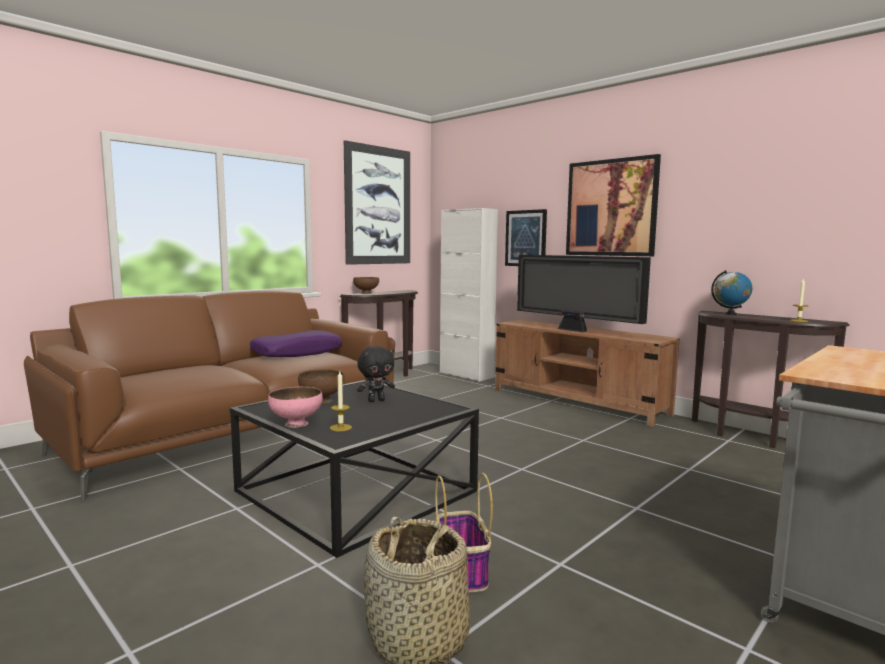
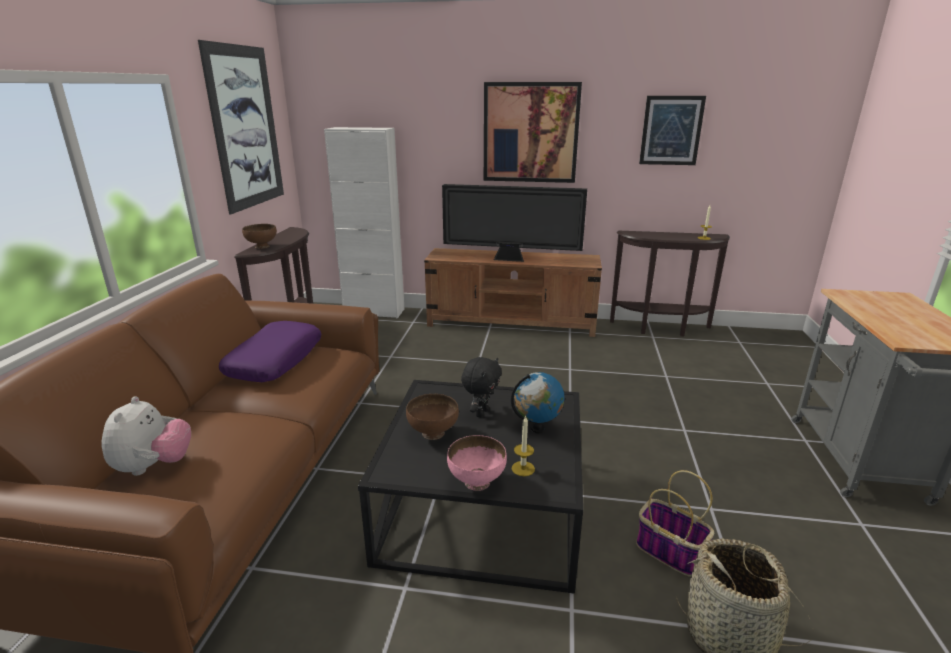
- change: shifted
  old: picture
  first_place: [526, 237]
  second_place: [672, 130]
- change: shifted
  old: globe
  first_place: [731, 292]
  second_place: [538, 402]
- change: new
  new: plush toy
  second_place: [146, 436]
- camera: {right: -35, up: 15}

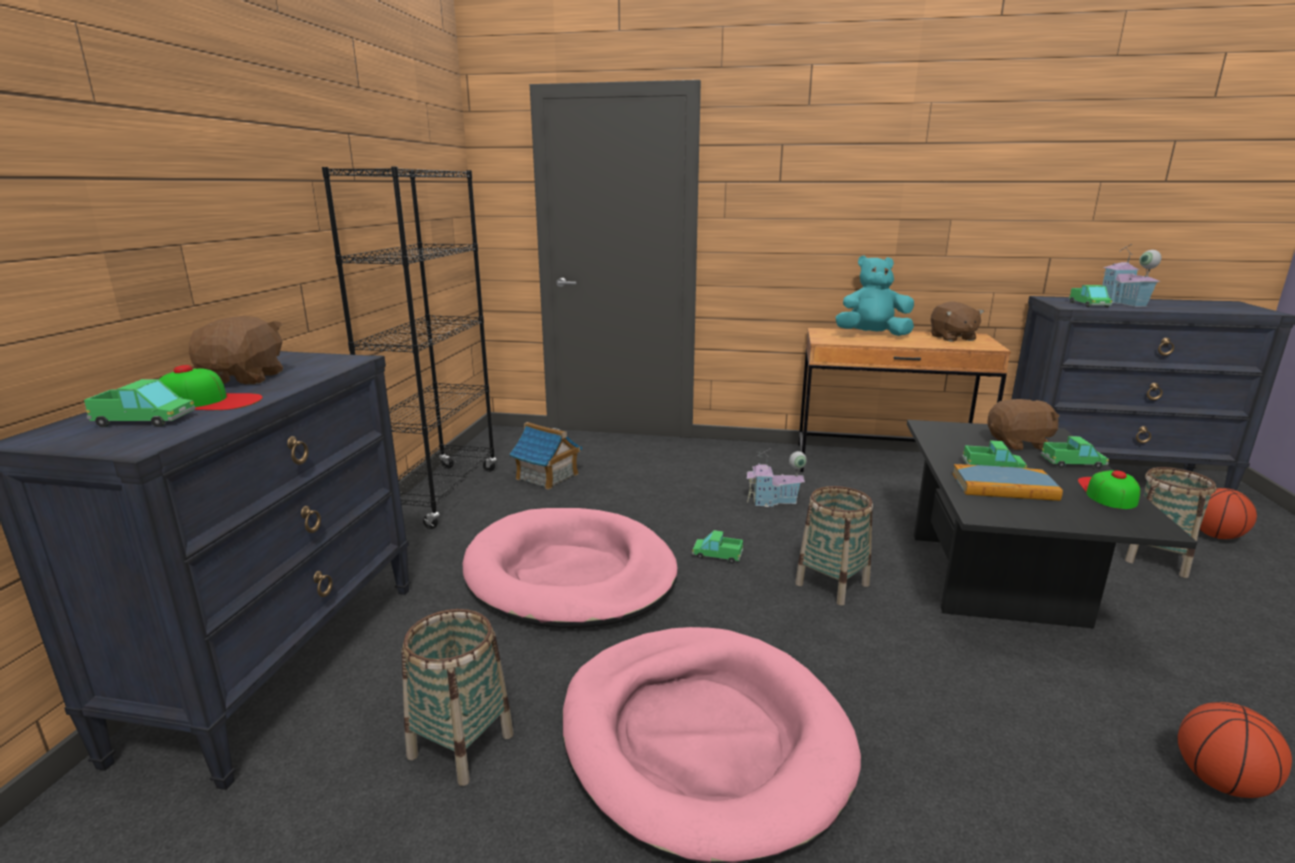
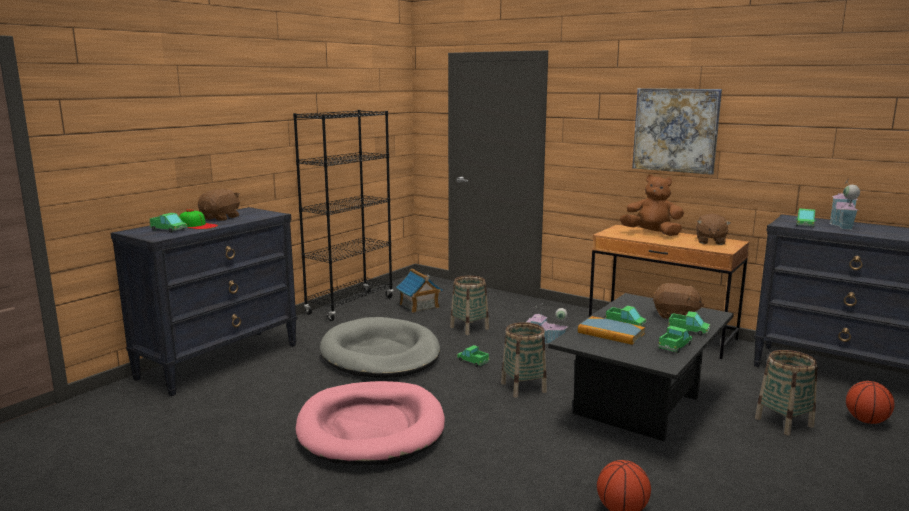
- change: repainted
  old: turquoise plush toy
  new: brown plush toy
  first_place: [874, 296]
  second_place: [652, 205]
- change: swapped
  old: cap
  new: toy truck
  first_place: [1109, 489]
  second_place: [675, 339]
- change: repainted
  old: pink dog bed
  new: grey dog bed
  first_place: [570, 568]
  second_place: [380, 347]
- change: shifted
  old: basket
  first_place: [457, 697]
  second_place: [469, 305]
- change: new
  new: picture
  second_place: [677, 131]
- camera: {right: 25, up: -5}

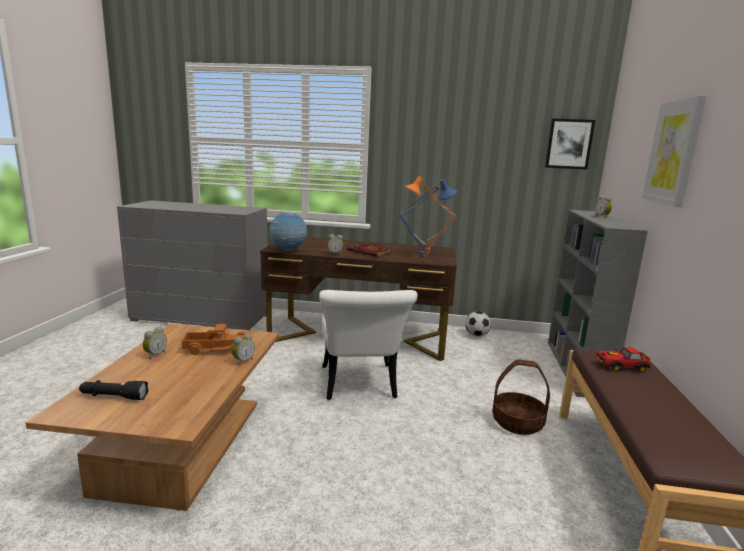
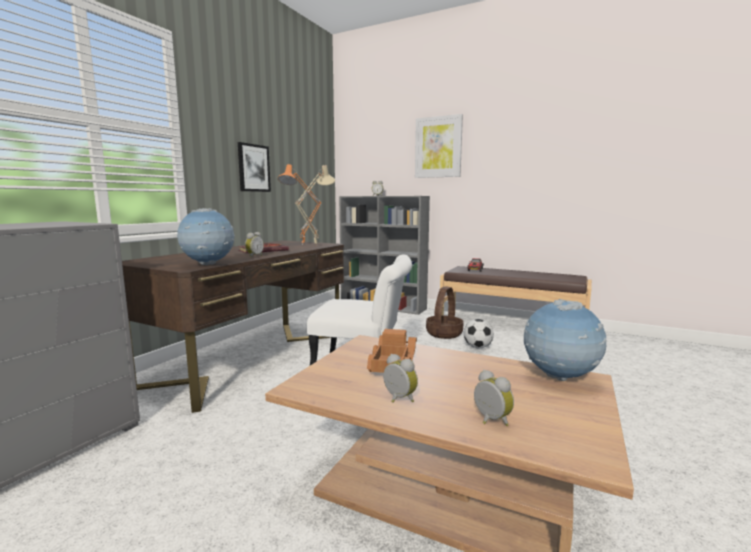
- change: shifted
  old: picture
  first_place: [570, 144]
  second_place: [254, 167]
- change: repainted
  old: blue table lamp
  new: beige table lamp
  first_place: [427, 219]
  second_place: [315, 205]
- change: shifted
  old: football
  first_place: [478, 324]
  second_place: [479, 333]
- change: shifted
  old: alarm clock
  first_place: [243, 349]
  second_place: [494, 398]
- change: gone
  old: black flashlight
  first_place: [114, 390]
- change: new
  new: globe
  second_place: [565, 340]
- camera: {right: -70, up: -5}

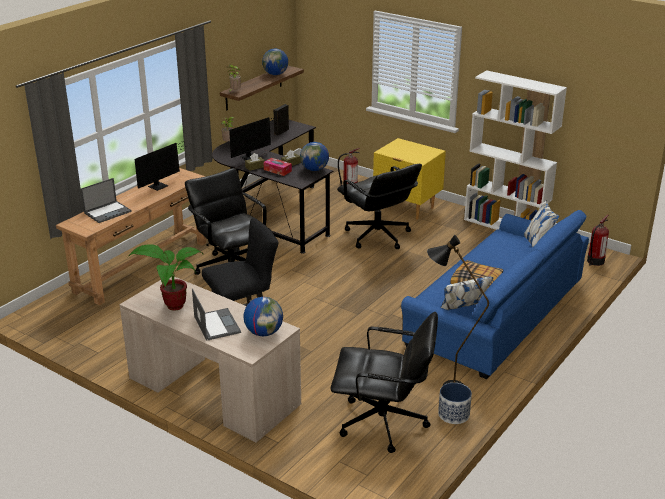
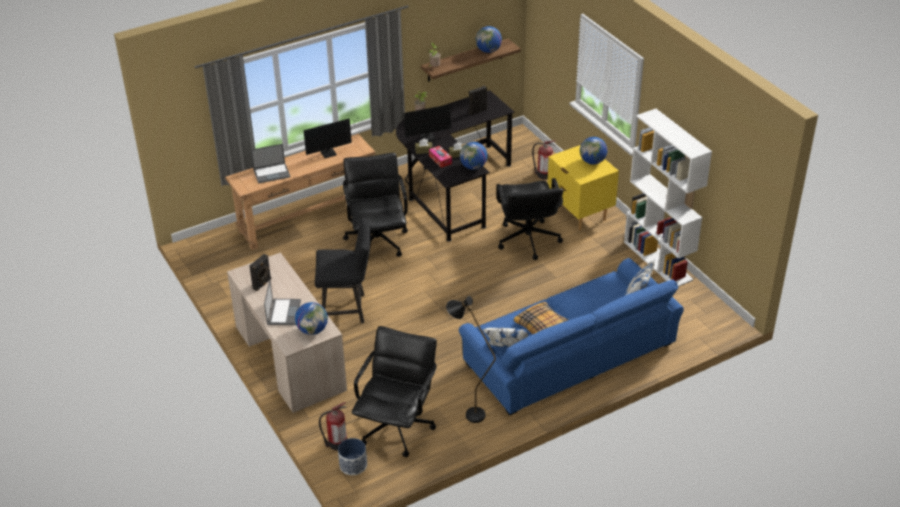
- change: shifted
  old: fire extinguisher
  first_place: [598, 240]
  second_place: [333, 426]
- change: swapped
  old: potted plant
  new: black speaker
  first_place: [165, 277]
  second_place: [260, 272]
- change: rotated
  old: black office chair
  first_place: [384, 382]
  second_place: [394, 391]
  degrees: -105
- change: shifted
  old: planter
  first_place: [455, 403]
  second_place: [352, 456]
- change: new
  new: globe
  second_place: [593, 150]
- camera: {right: 25, up: 10}

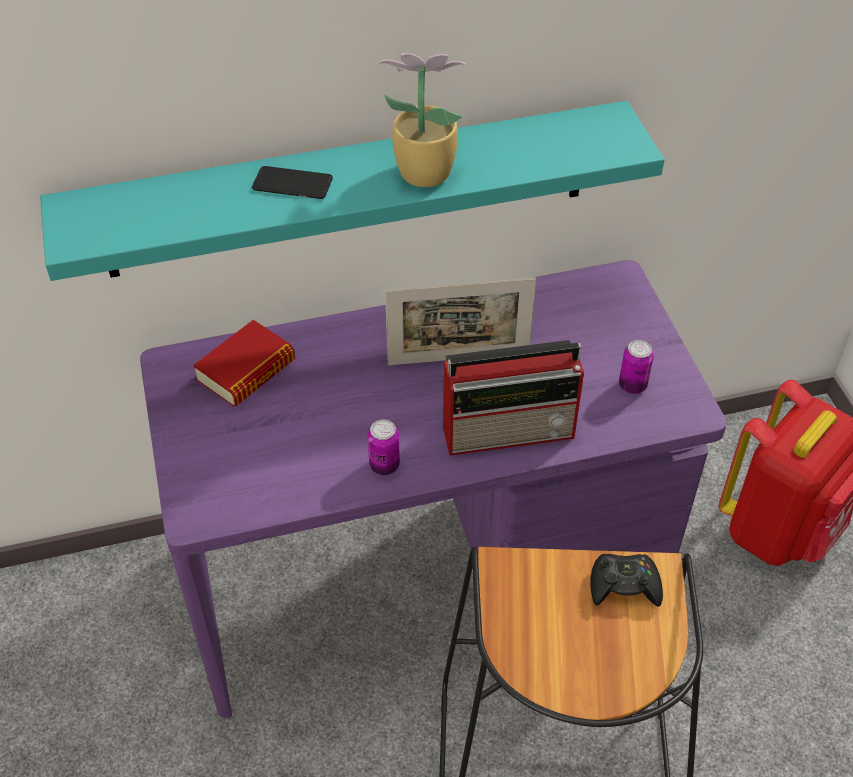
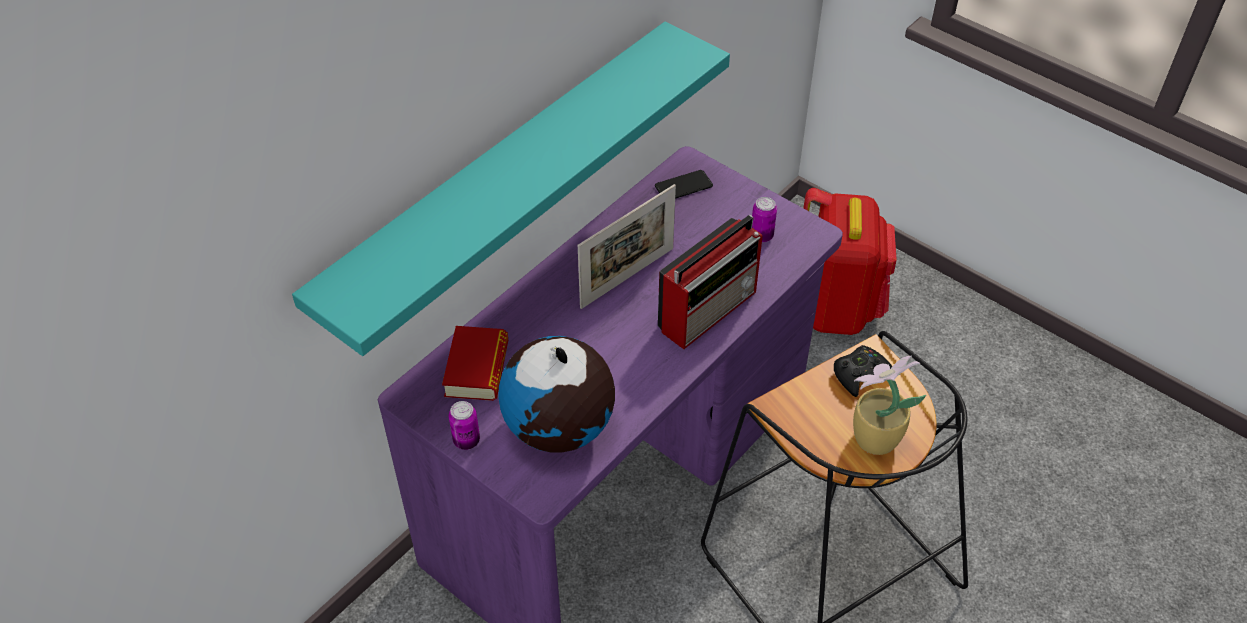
- change: shifted
  old: potted plant
  first_place: [422, 120]
  second_place: [889, 405]
- change: shifted
  old: phone
  first_place: [292, 182]
  second_place: [684, 184]
- change: shifted
  old: can
  first_place: [384, 447]
  second_place: [464, 425]
- change: new
  new: globe
  second_place: [556, 394]
- camera: {right: -35, up: 0}

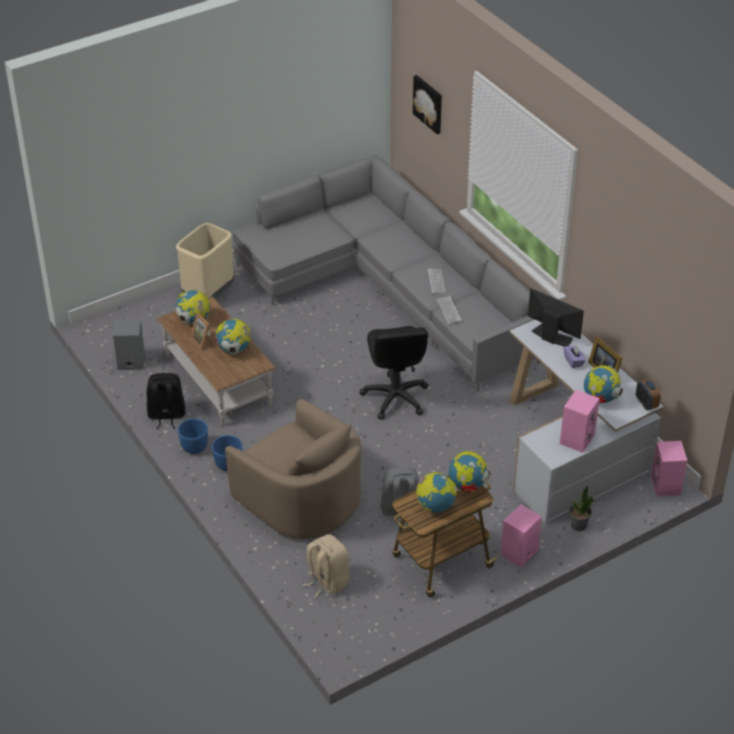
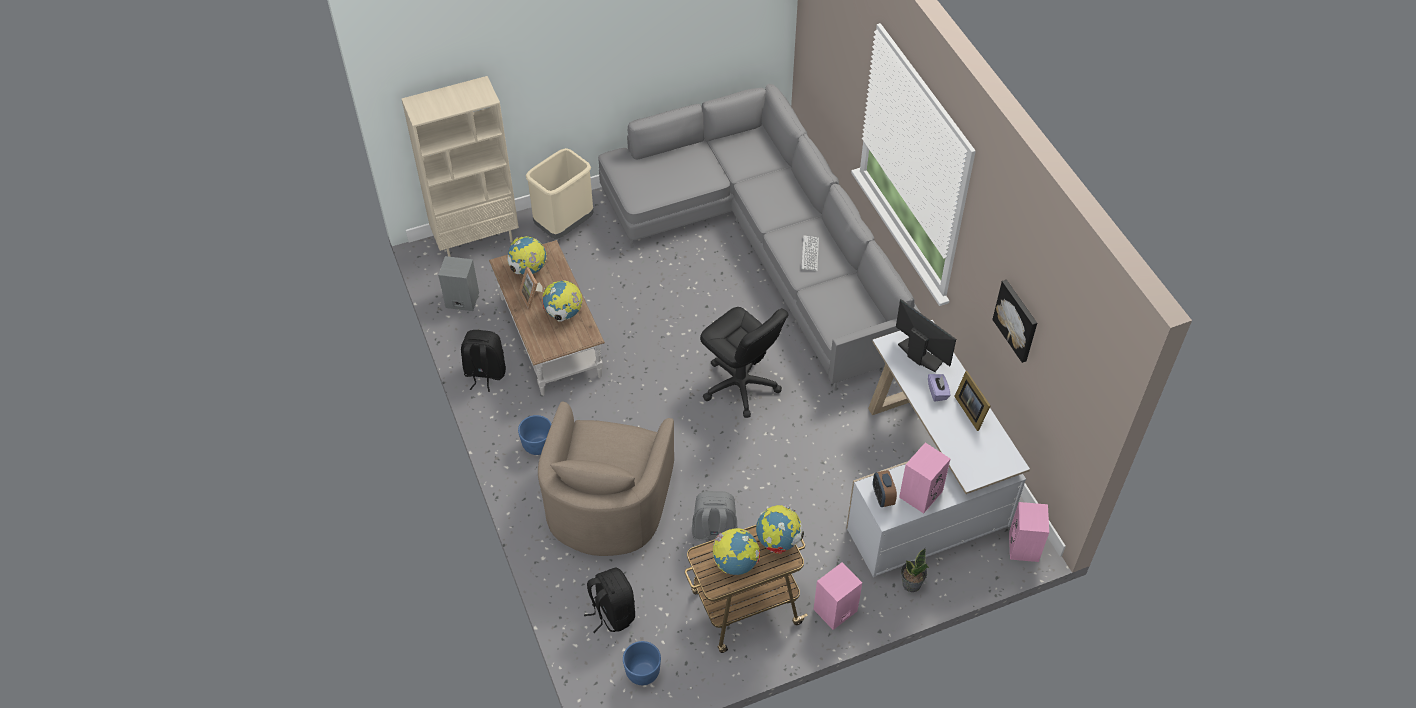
- change: shifted
  old: picture
  first_place: [427, 104]
  second_place: [1014, 321]
- change: gone
  old: keyboard
  first_place: [449, 310]
- change: rotated
  old: black office chair
  first_place: [394, 373]
  second_place: [744, 362]
  degrees: -45
- change: gone
  old: globe
  first_place: [603, 384]
- change: shifted
  old: alarm clock
  first_place: [648, 394]
  second_place: [885, 488]
- change: rotated
  old: beige armchair
  first_place: [293, 469]
  second_place: [606, 479]
  degrees: 45
- change: shifted
  old: blue planter
  first_place: [193, 436]
  second_place: [642, 663]
- change: repainted
  old: beige backpack
  new: black backpack
  first_place: [326, 566]
  second_place: [609, 600]
- change: new
  new: beige bookcase
  second_place: [460, 166]
- camera: {right: 10, up: 10}

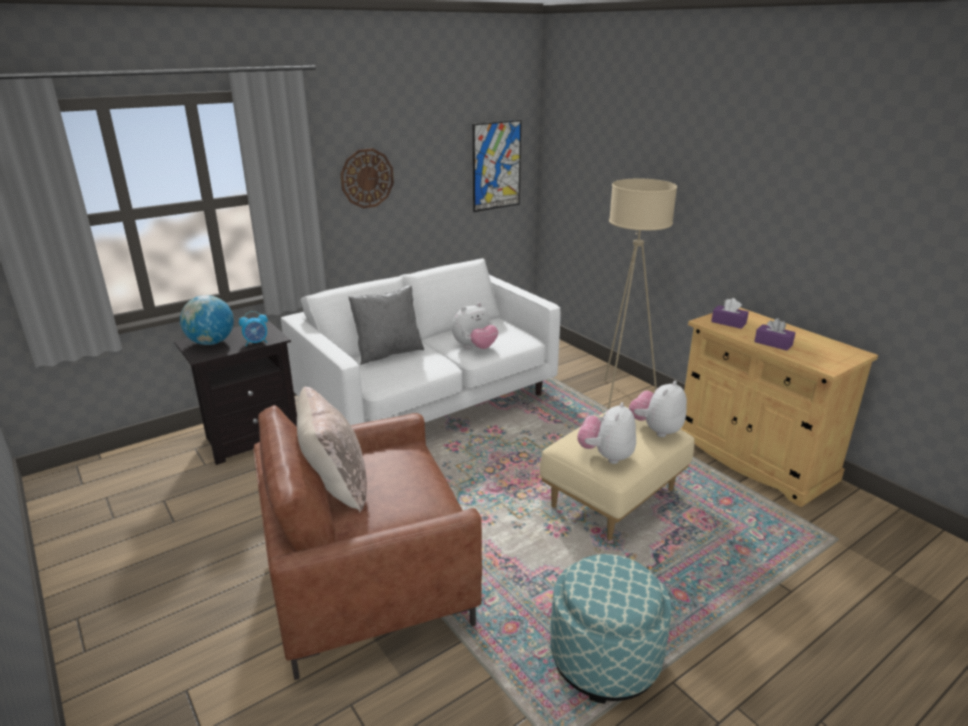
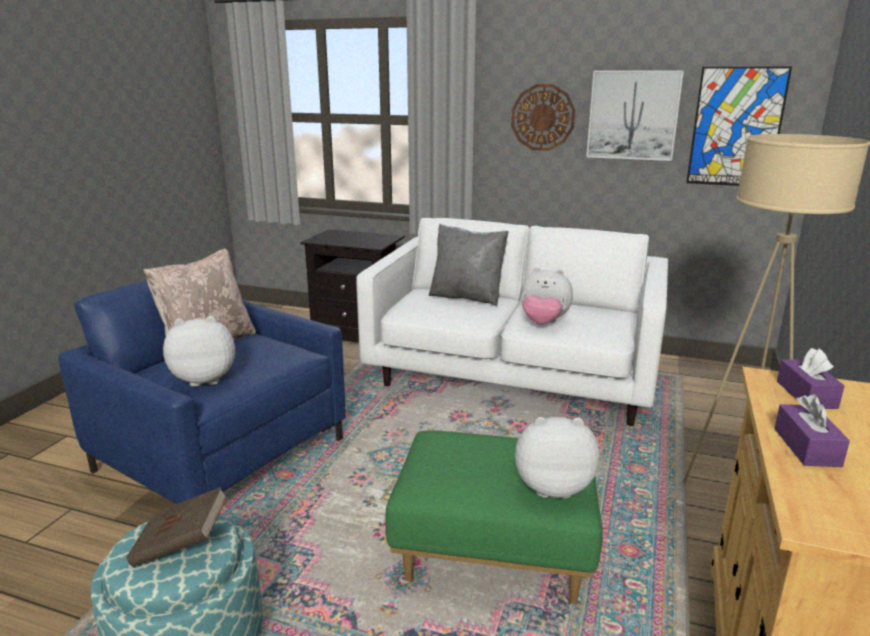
- change: gone
  old: globe
  first_place: [207, 320]
- change: gone
  old: alarm clock
  first_place: [253, 328]
- change: shifted
  old: plush toy
  first_place: [606, 433]
  second_place: [199, 351]
- change: repainted
  old: brown armchair
  new: blue armchair
  first_place: [367, 542]
  second_place: [202, 392]
- change: repainted
  old: beige ottoman
  new: green ottoman
  first_place: [617, 473]
  second_place: [494, 517]
- change: new
  new: picture
  second_place: [635, 116]
- change: new
  new: brown book
  second_place: [176, 527]
- camera: {right: 55, up: -5}

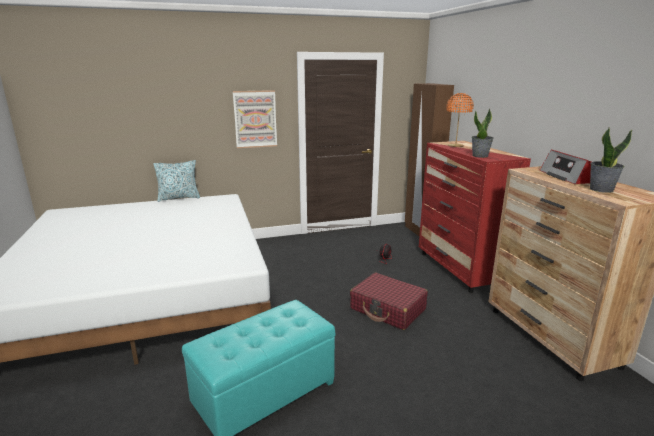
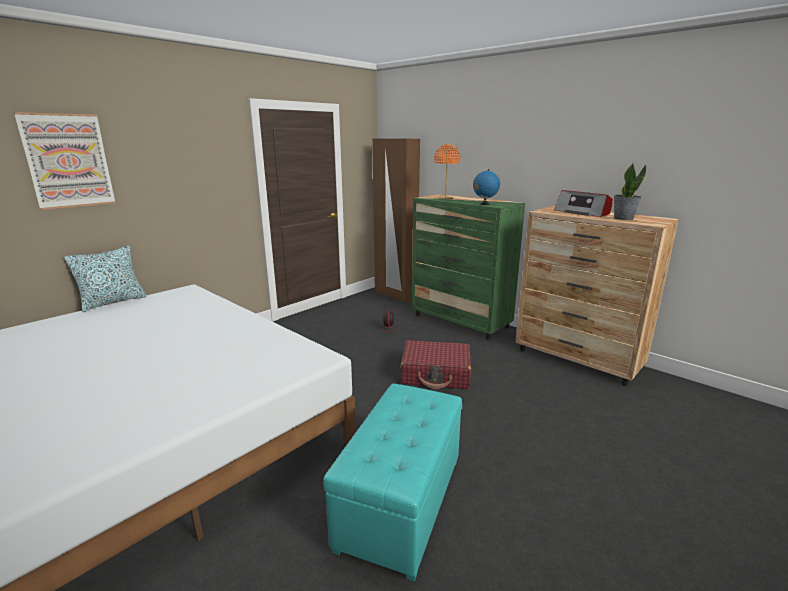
- change: shifted
  old: picture
  first_place: [255, 119]
  second_place: [65, 161]
- change: swapped
  old: potted plant
  new: globe
  first_place: [482, 133]
  second_place: [486, 187]
- change: repainted
  old: red dresser
  new: green dresser
  first_place: [475, 217]
  second_place: [468, 267]
- camera: {right: -30, up: 0}

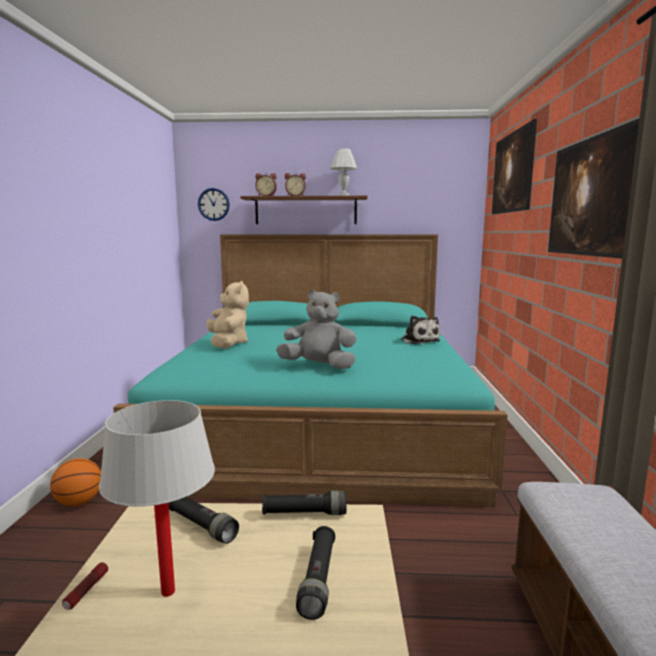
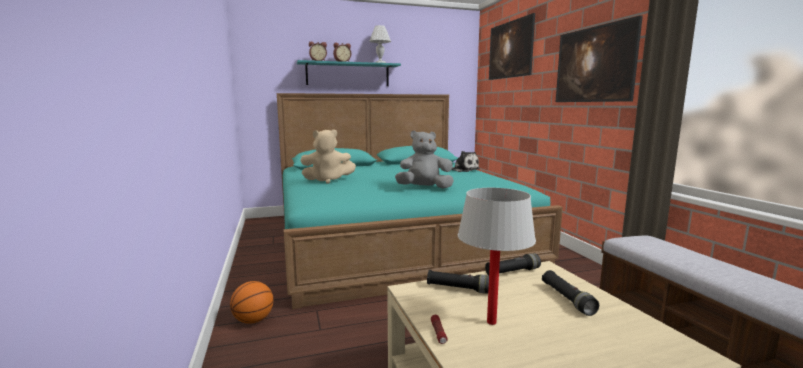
- change: gone
  old: wall clock
  first_place: [214, 204]
- change: repainted
  old: brown shelf
  new: turquoise shelf
  first_place: [303, 210]
  second_place: [349, 73]
- change: rotated
  old: beige plush toy
  first_place: [227, 314]
  second_place: [328, 156]
  degrees: 120
- camera: {right: -20, up: 0}

